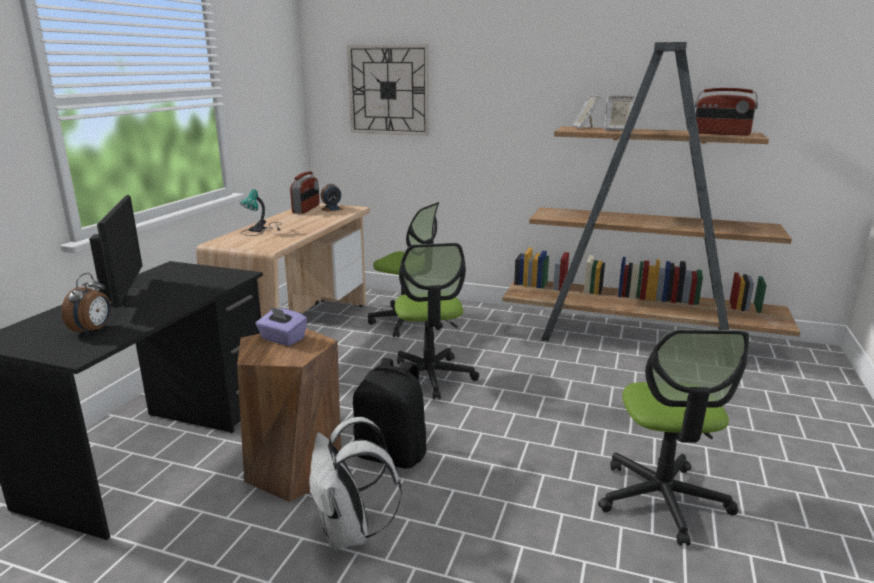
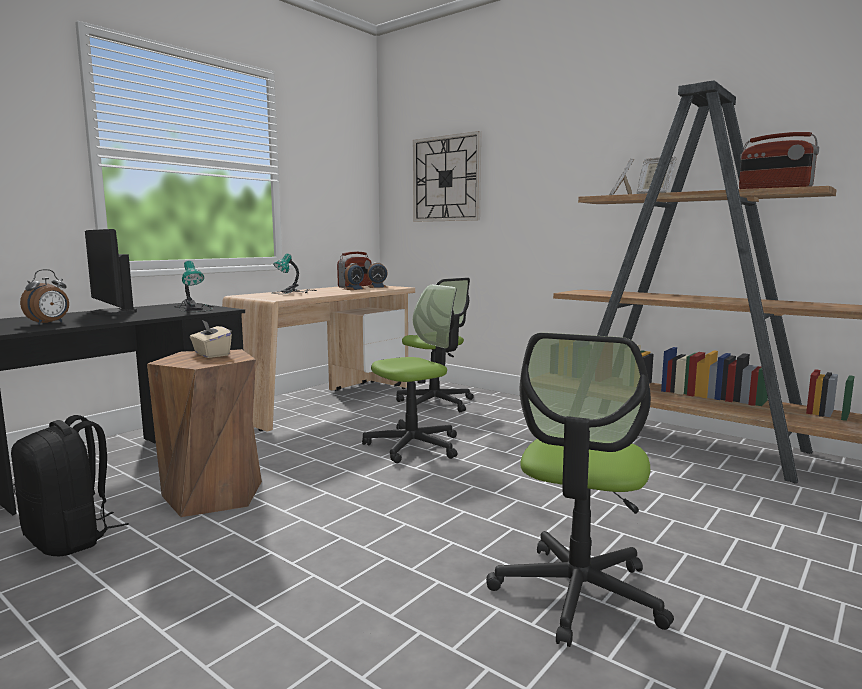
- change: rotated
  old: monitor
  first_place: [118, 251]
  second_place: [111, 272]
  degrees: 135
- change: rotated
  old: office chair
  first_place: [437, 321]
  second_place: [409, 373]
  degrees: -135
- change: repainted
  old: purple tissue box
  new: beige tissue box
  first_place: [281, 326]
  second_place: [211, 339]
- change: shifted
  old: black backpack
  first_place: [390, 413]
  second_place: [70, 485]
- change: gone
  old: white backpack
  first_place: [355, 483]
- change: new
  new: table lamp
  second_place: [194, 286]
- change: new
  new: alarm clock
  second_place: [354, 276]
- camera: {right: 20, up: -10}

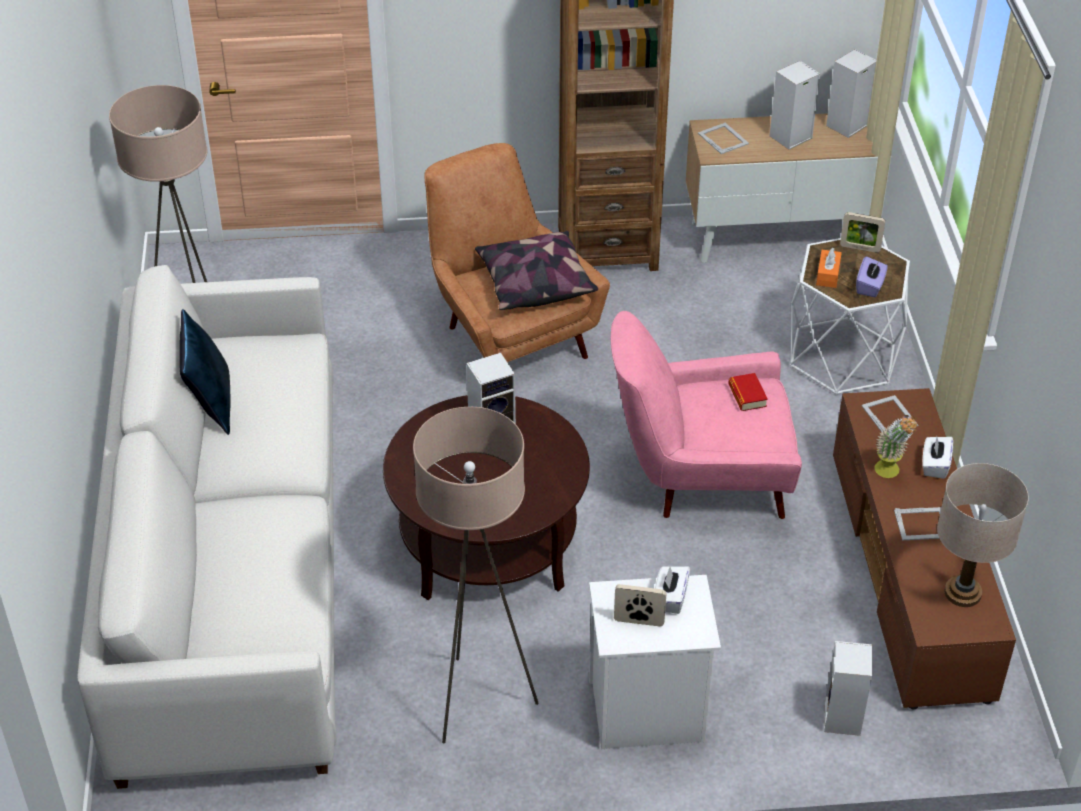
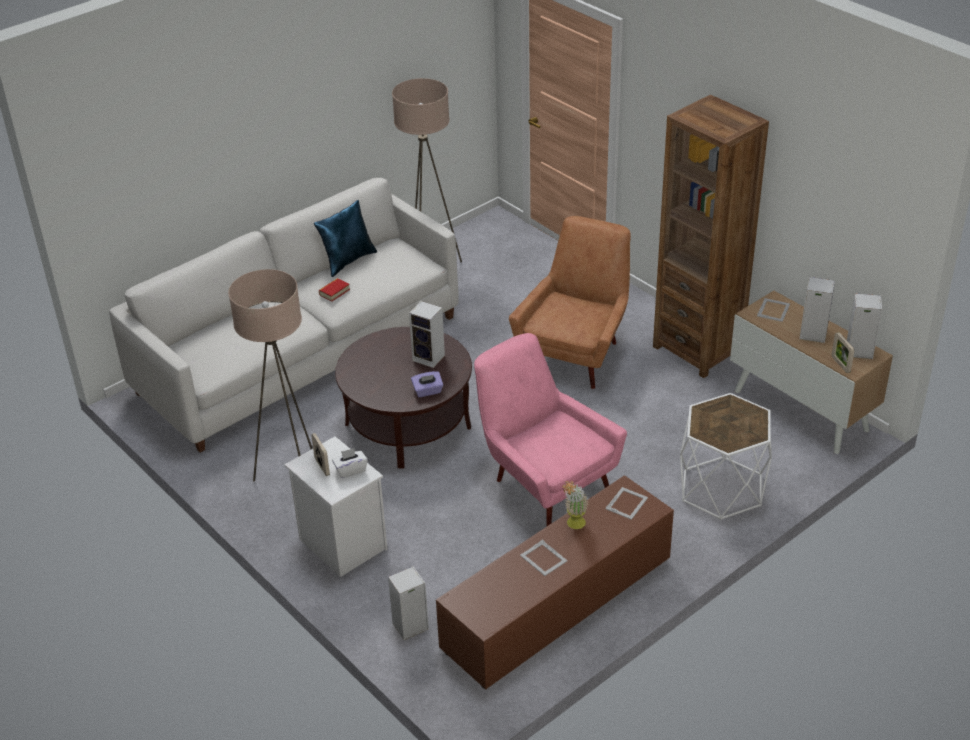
- change: shifted
  old: picture frame
  first_place: [862, 232]
  second_place: [843, 352]
- change: gone
  old: pillow
  first_place: [536, 270]
- change: gone
  old: orange tissue box
  first_place: [829, 268]
- change: shifted
  old: purple tissue box
  first_place: [872, 276]
  second_place: [427, 384]
- change: shifted
  old: book
  first_place: [748, 392]
  second_place: [334, 289]
- change: gone
  old: white tissue box
  first_place: [937, 458]
- change: gone
  old: beige table lamp
  first_place: [983, 535]
- camera: {right: 55, up: -5}

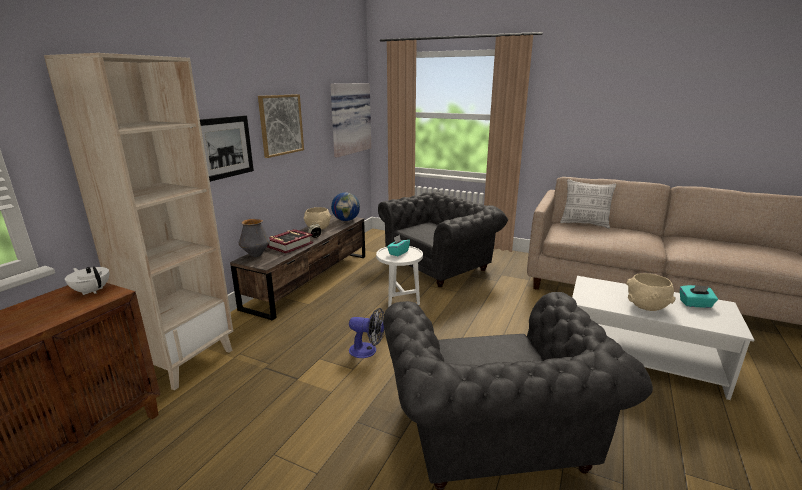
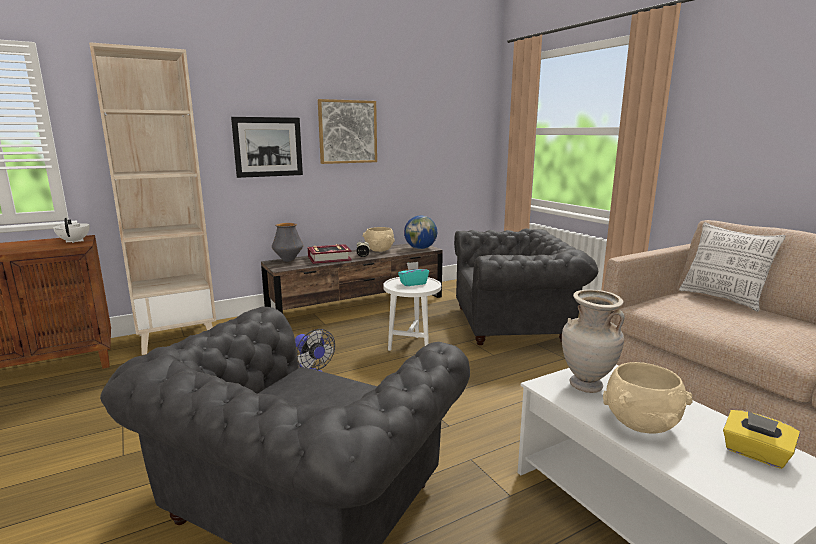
- change: gone
  old: picture
  first_place: [350, 120]
- change: repainted
  old: turquoise tissue box
  new: yellow tissue box
  first_place: [699, 296]
  second_place: [761, 439]
- change: new
  new: beige vase
  second_place: [593, 341]
- camera: {right: 35, up: -5}

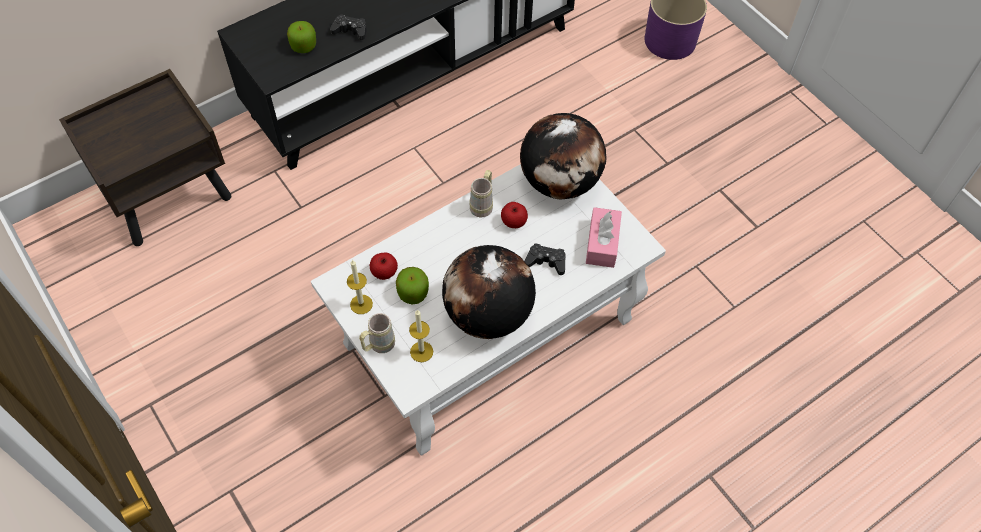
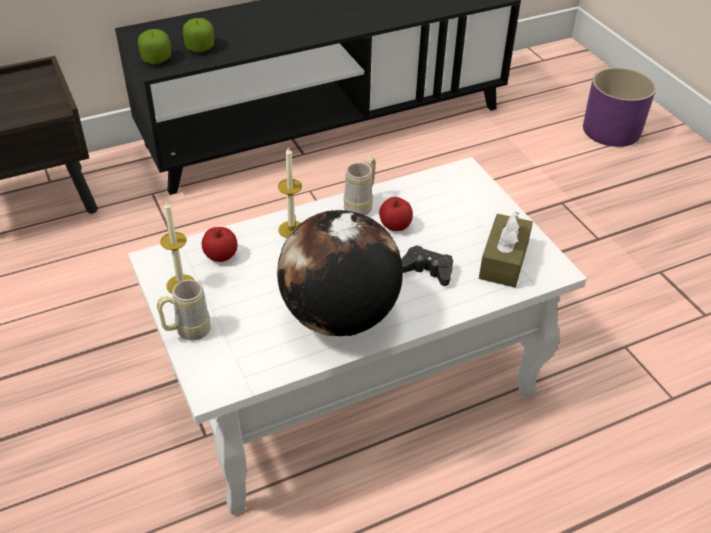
- change: gone
  old: black game controller
  first_place: [348, 27]
- change: gone
  old: globe
  first_place: [563, 156]
- change: repainted
  old: pink tissue box
  new: brown tissue box
  first_place: [604, 237]
  second_place: [506, 249]
- change: shifted
  old: apple
  first_place: [412, 285]
  second_place: [154, 46]
- change: shifted
  old: candle
  first_place: [421, 336]
  second_place: [290, 192]
- camera: {right: 10, up: -15}

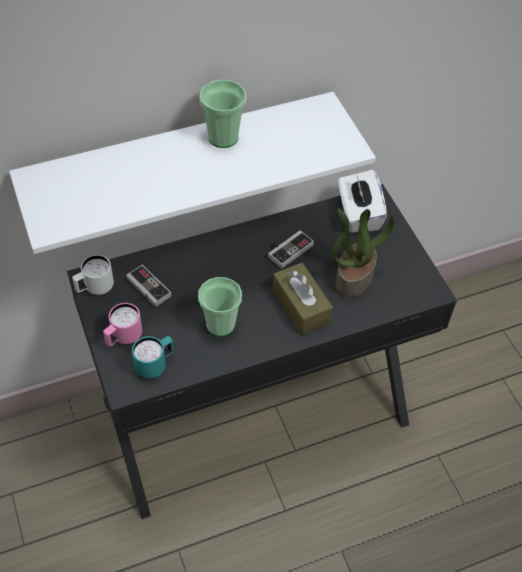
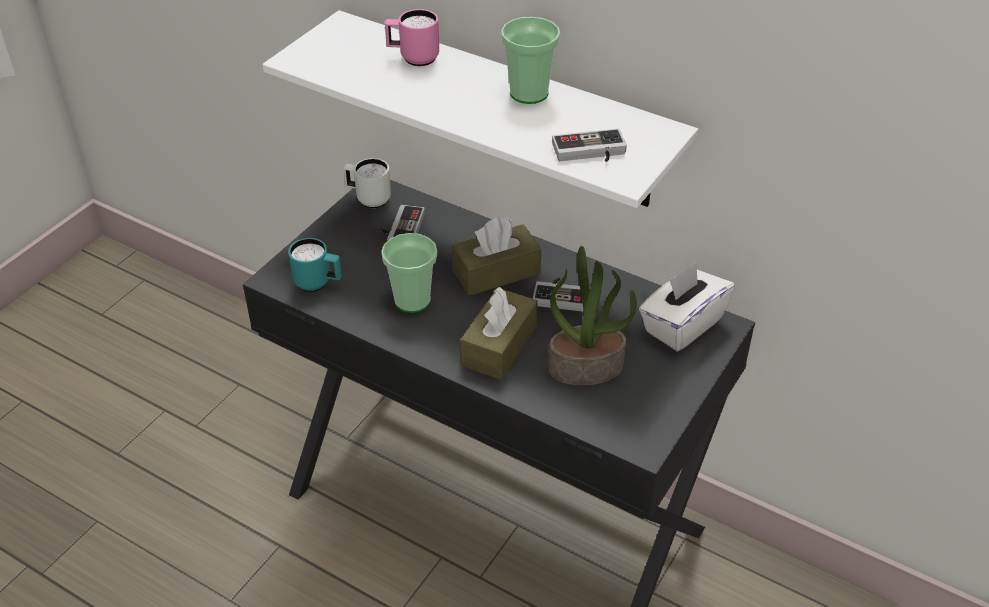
- change: shifted
  old: pink mug
  first_place: [122, 325]
  second_place: [412, 37]
- change: new
  new: game controller
  second_place: [589, 145]
- change: new
  new: brown tissue box
  second_place: [496, 256]
- camera: {right: 55, up: -10}

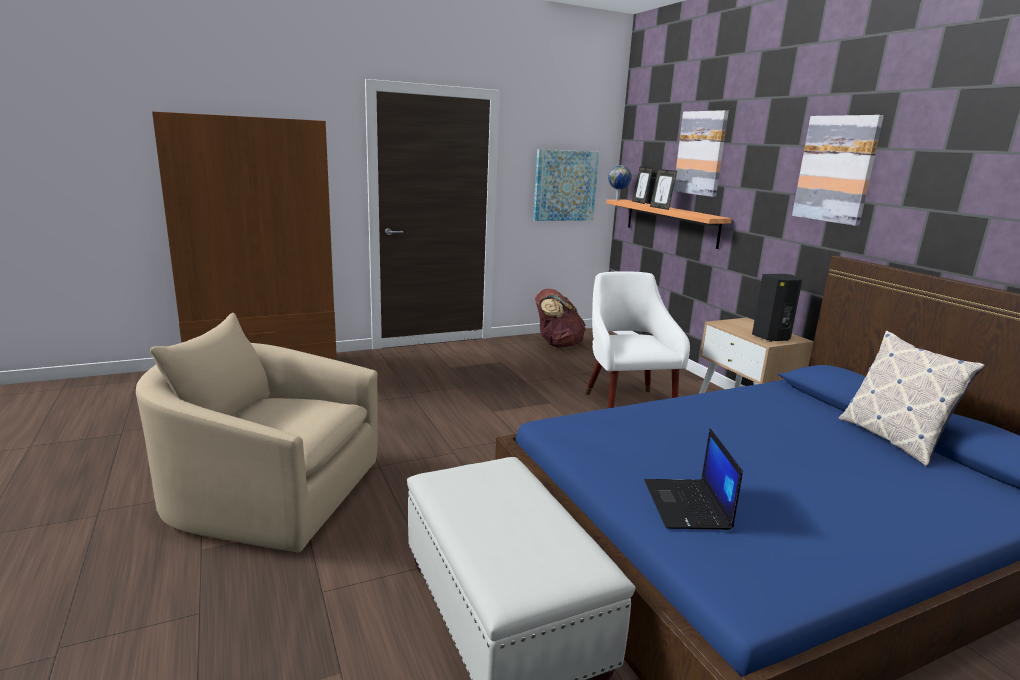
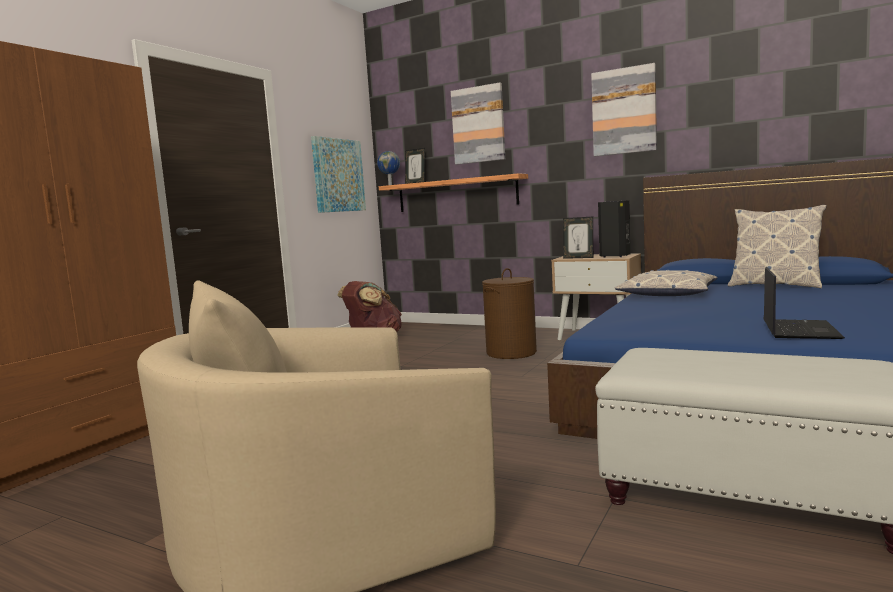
- change: shifted
  old: picture frame
  first_place: [663, 189]
  second_place: [578, 238]
- change: swapped
  old: white armchair
  new: brown laundry basket
  first_place: [637, 339]
  second_place: [509, 313]
- change: rotated
  old: laptop
  first_place: [693, 479]
  second_place: [804, 303]
  degrees: -120
- change: new
  new: pillow
  second_place: [666, 283]
- camera: {right: -35, up: -10}

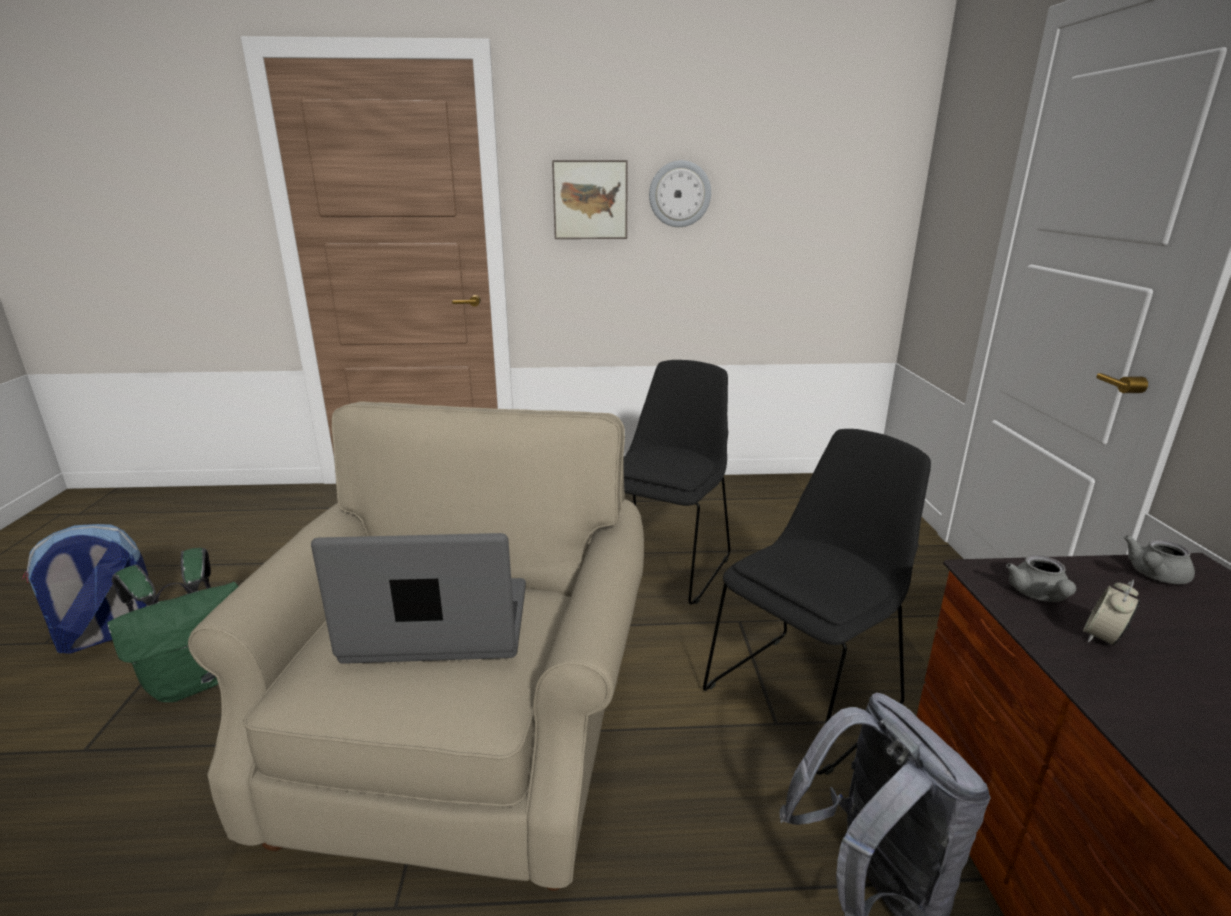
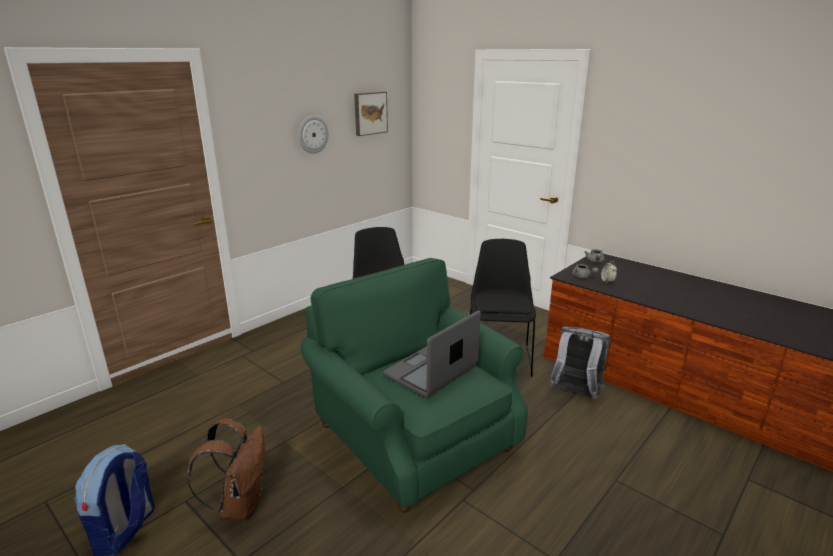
- change: shifted
  old: picture
  first_place: [590, 199]
  second_place: [371, 114]
- change: repainted
  old: beige armchair
  new: green armchair
  first_place: [416, 646]
  second_place: [414, 385]
- change: repainted
  old: green backpack
  new: brown backpack
  first_place: [172, 625]
  second_place: [226, 469]
- camera: {right: -45, up: 0}

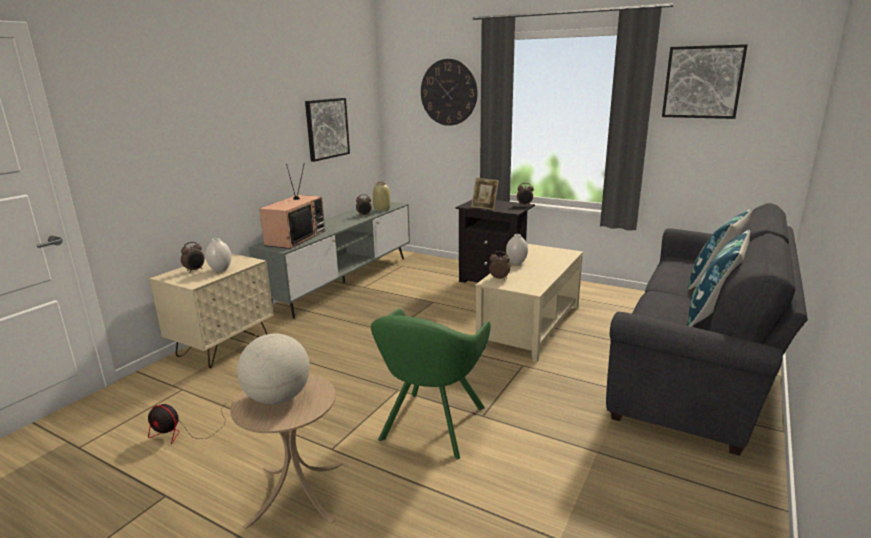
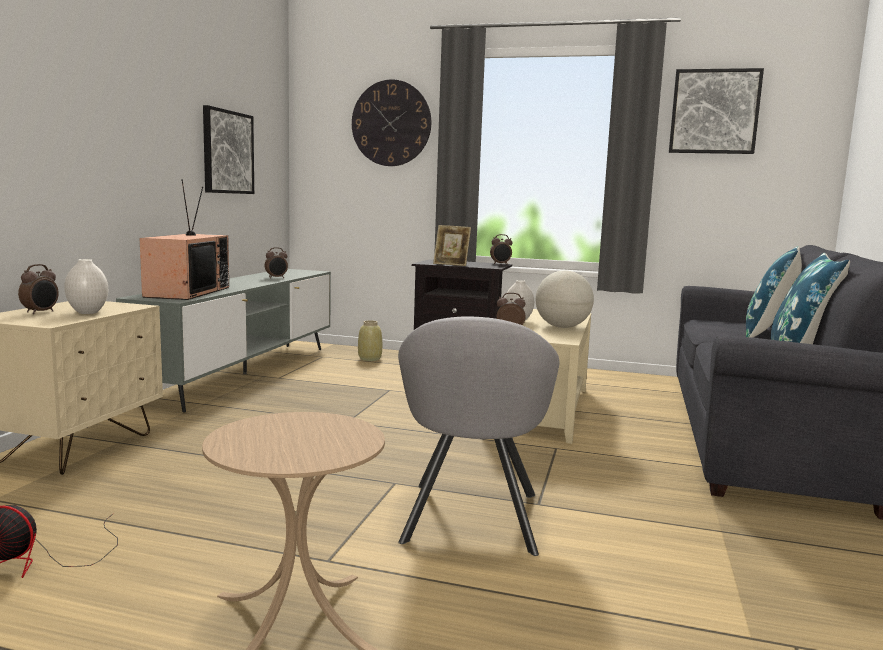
- change: shifted
  old: beige vase
  first_place: [382, 196]
  second_place: [370, 340]
- change: repainted
  old: green armchair
  new: grey armchair
  first_place: [431, 384]
  second_place: [478, 436]
- change: shifted
  old: globe
  first_place: [273, 369]
  second_place: [565, 299]
- camera: {right: -15, up: -10}

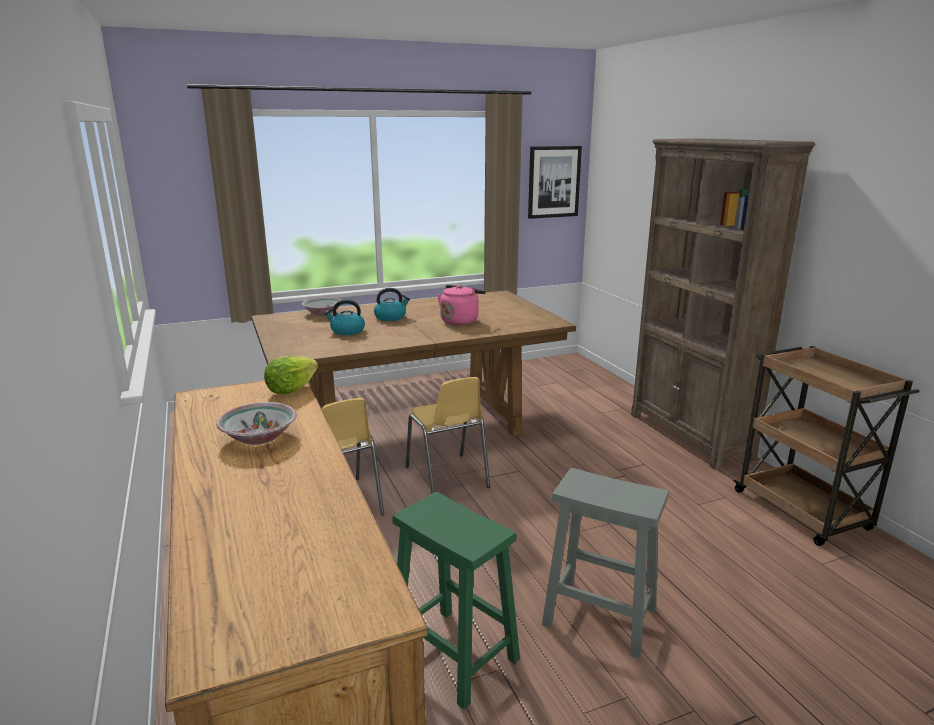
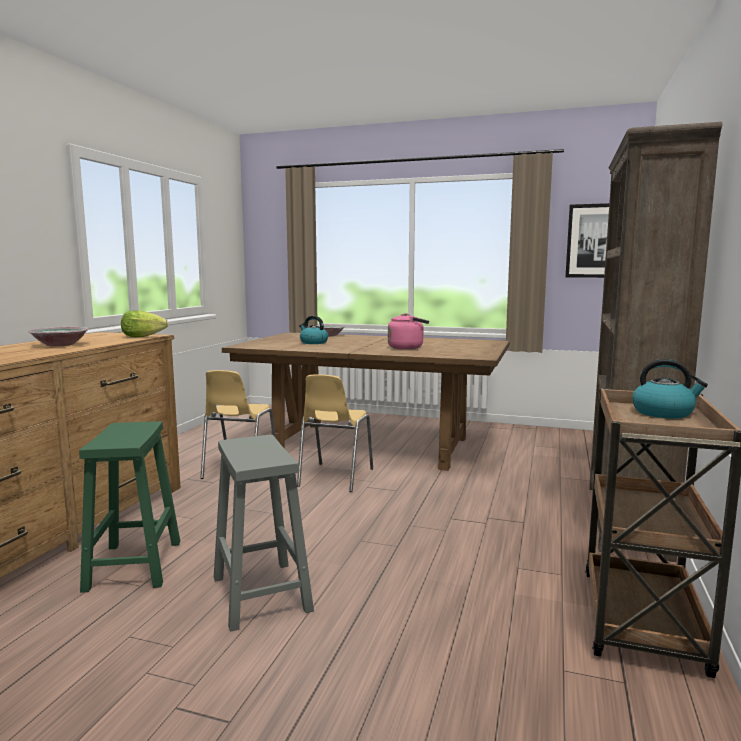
- change: shifted
  old: kettle
  first_place: [392, 304]
  second_place: [670, 389]
- camera: {right: 40, up: -10}

